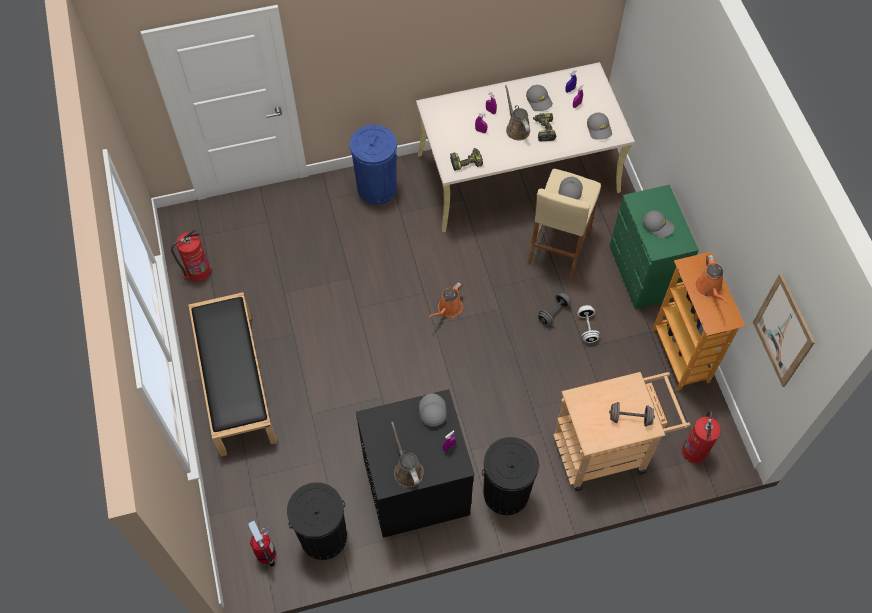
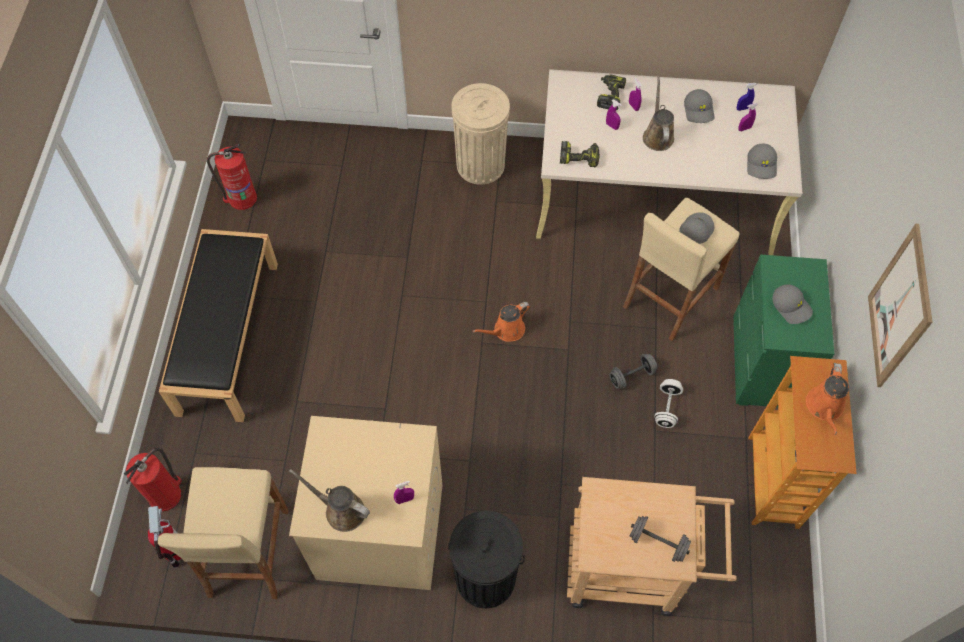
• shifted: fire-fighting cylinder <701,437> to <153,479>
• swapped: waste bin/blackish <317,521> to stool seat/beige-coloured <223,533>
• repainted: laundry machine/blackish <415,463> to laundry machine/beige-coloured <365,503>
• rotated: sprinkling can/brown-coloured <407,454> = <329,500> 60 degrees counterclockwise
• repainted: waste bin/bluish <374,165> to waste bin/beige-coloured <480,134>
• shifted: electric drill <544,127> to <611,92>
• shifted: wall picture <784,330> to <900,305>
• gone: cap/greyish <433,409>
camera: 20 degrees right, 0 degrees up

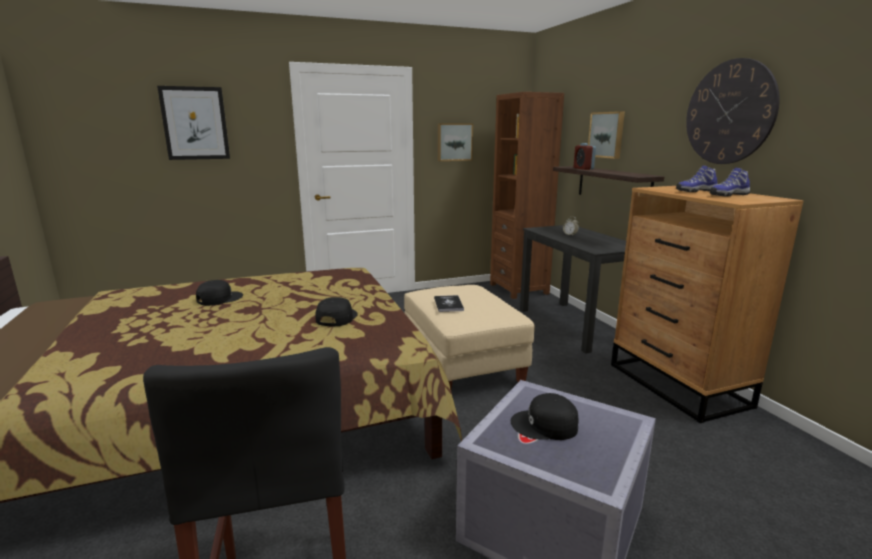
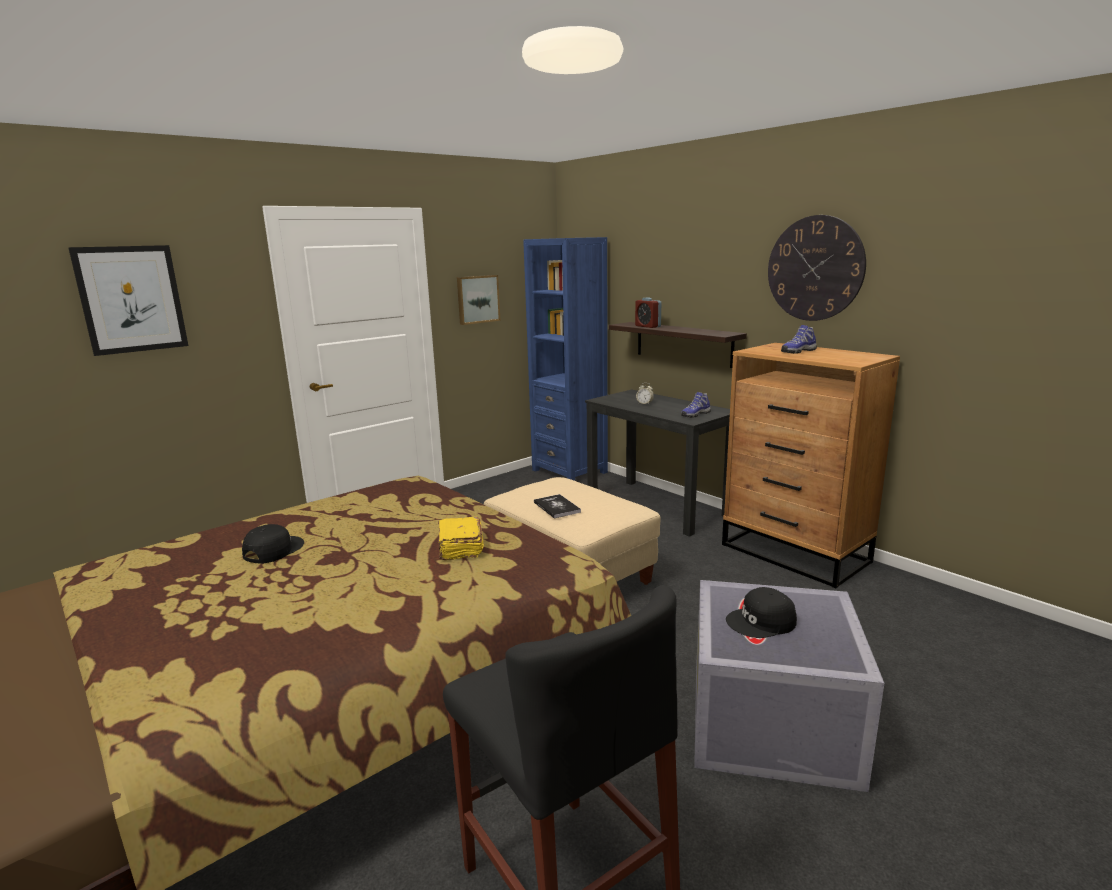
• swapped: cap/blackish <336,311> to volume/yellow <461,538>
• repainted: bookshelf/brown-coloured <527,195> to bookshelf/bluish <565,359>
• shifted: shoe <729,182> to <696,405>
• gone: wall picture <606,135>
camera: 20 degrees left, 0 degrees up

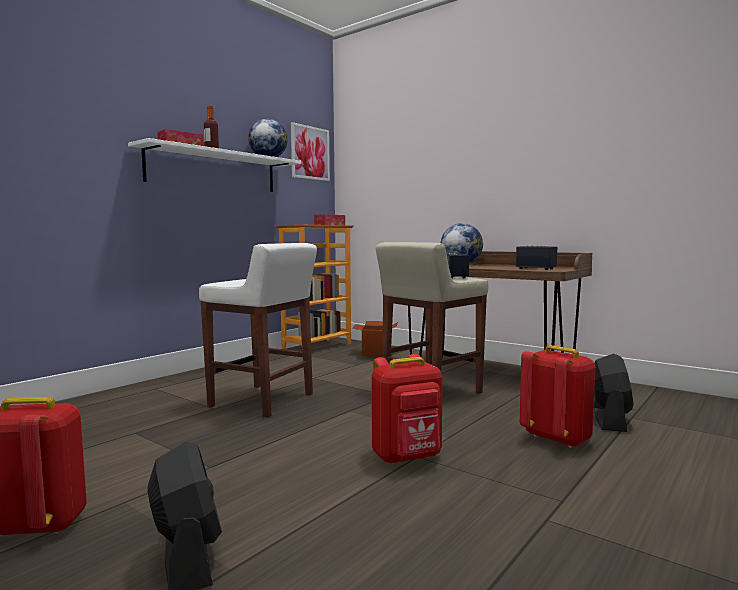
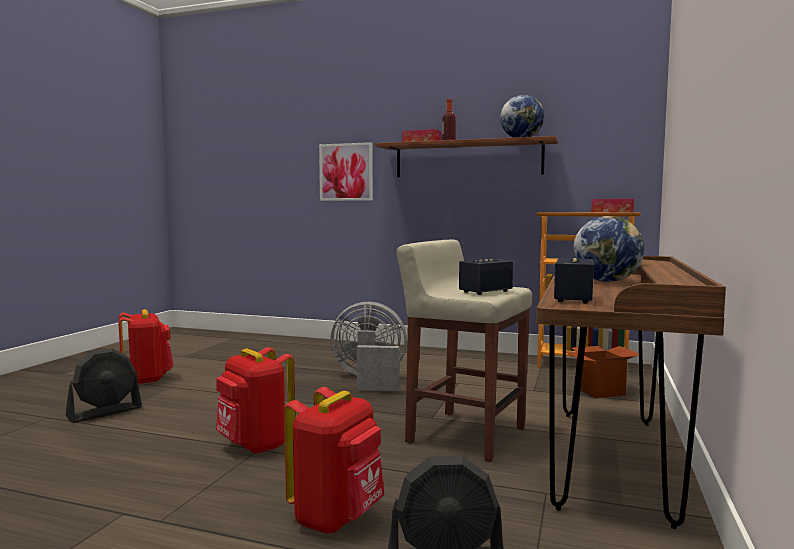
• shifted: wall picture <310,151> to <346,171>
• swapped: stool seat/white <258,330> to cooling fan/greyish <368,346>
• repainted: bracket shelf/white <214,165> to bracket shelf/brown-coloured <466,156>
camera: 70 degrees right, 0 degrees up

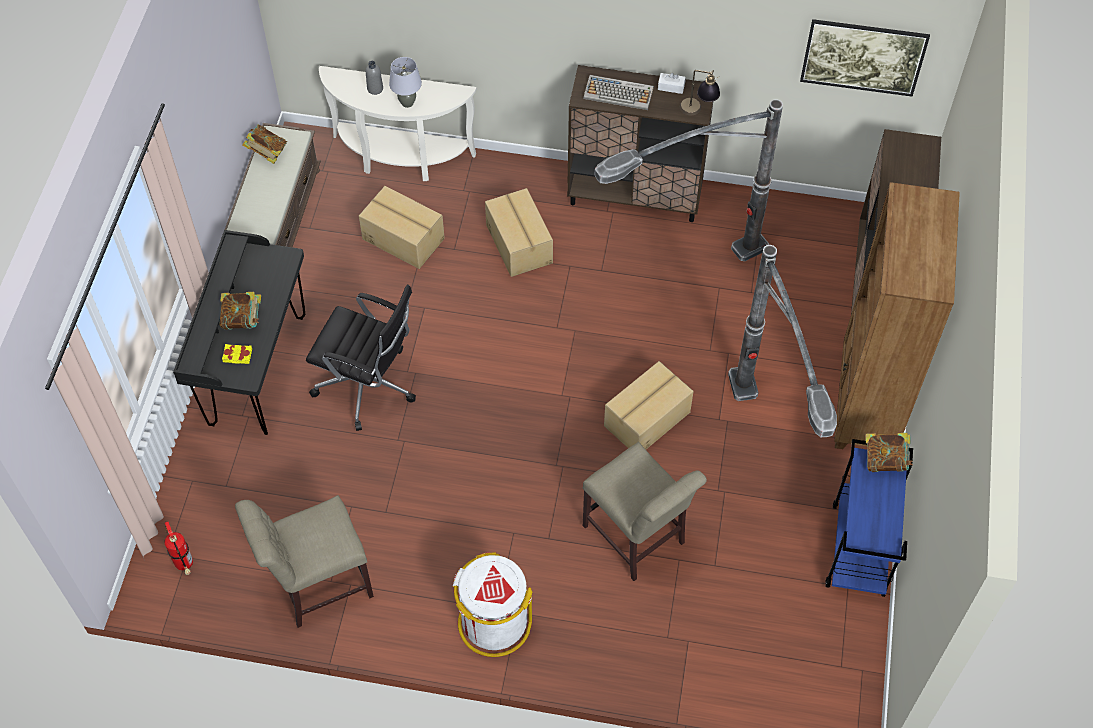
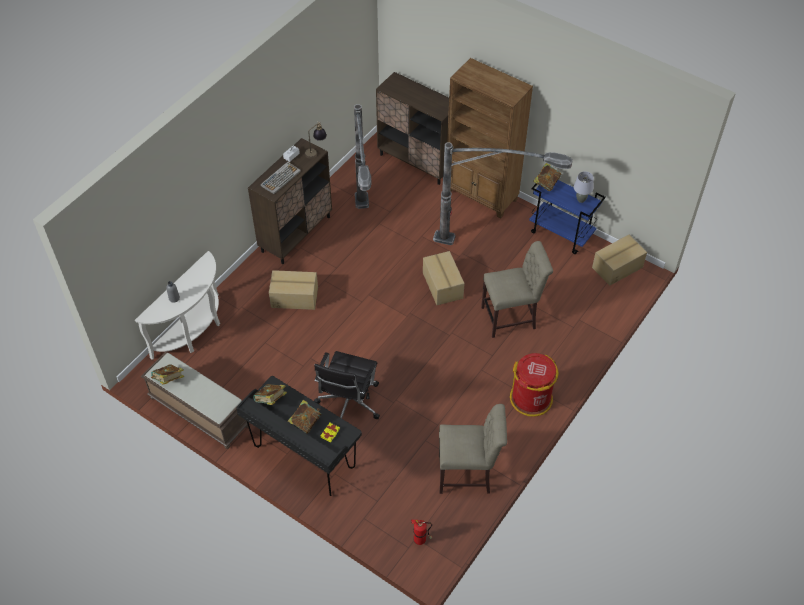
• new: volume <270,394>
• rotated: computer chair/blackish <361,358> = <347,385> 150 degrees clockwise
• rotated: chair/beige-coloured <304,561> = <473,449> 90 degrees counterclockwise
• repainted: waste bin/white <493,604> to waste bin/reddish <534,385>
• shifted: tabletop lamp/greyish <405,82> to <584,187>
• shifted: carton <402,227> to <619,260>
• gone: wall picture <865,58>
camera: 65 degrees left, 5 degrees down

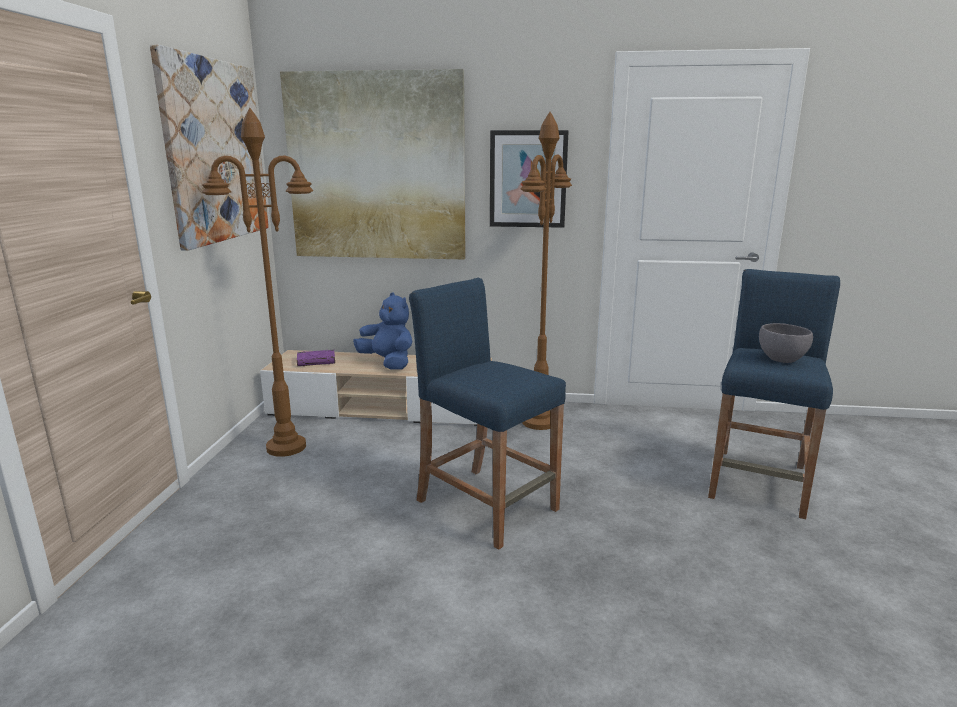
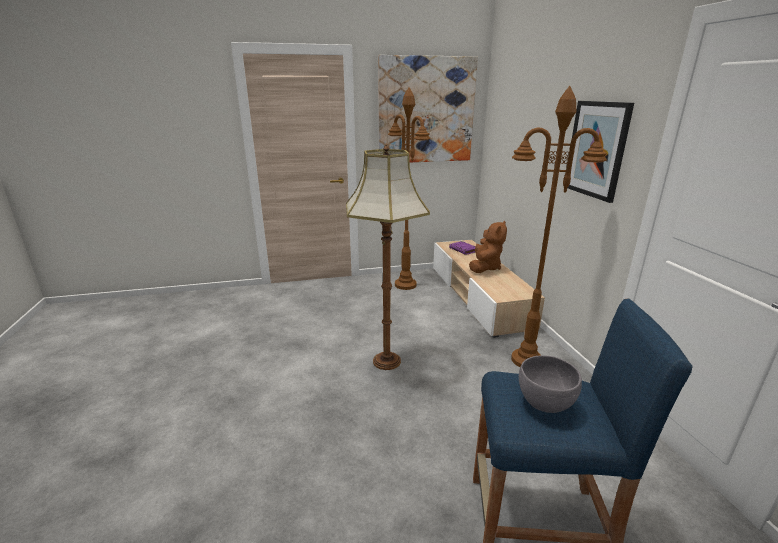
• swapped: stool seat/bluish <487,414> to floor lamp <388,256>
• repainted: soft toy/bluish <382,331> to soft toy/brown-coloured <488,247>
• gone: wall picture <372,164>
camera: 70 degrees right, 5 degrees up

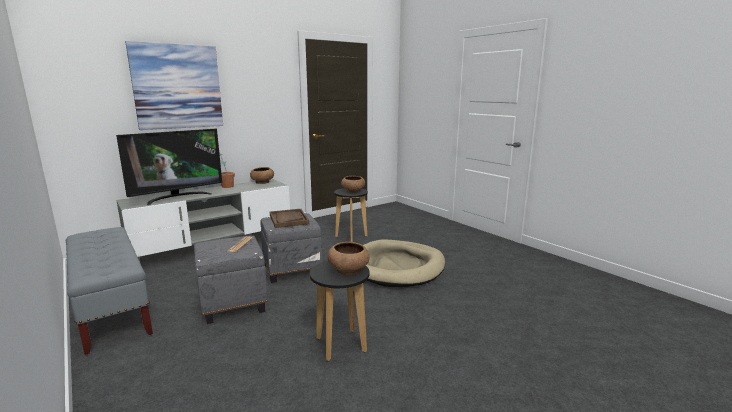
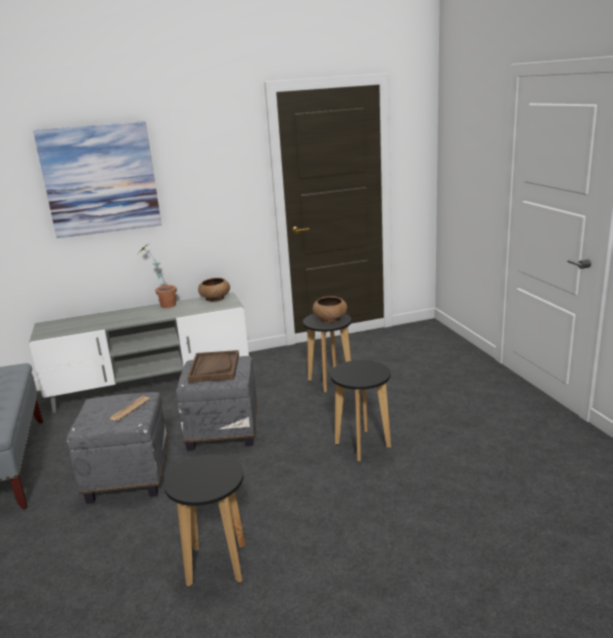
• swapped: dog bed/beige-coloured <404,263> to stool seat/blackish <360,410>
• gone: TV <169,167>
• gone: deep dish/brown-coloured <348,258>
camera: 20 degrees right, 5 degrees up

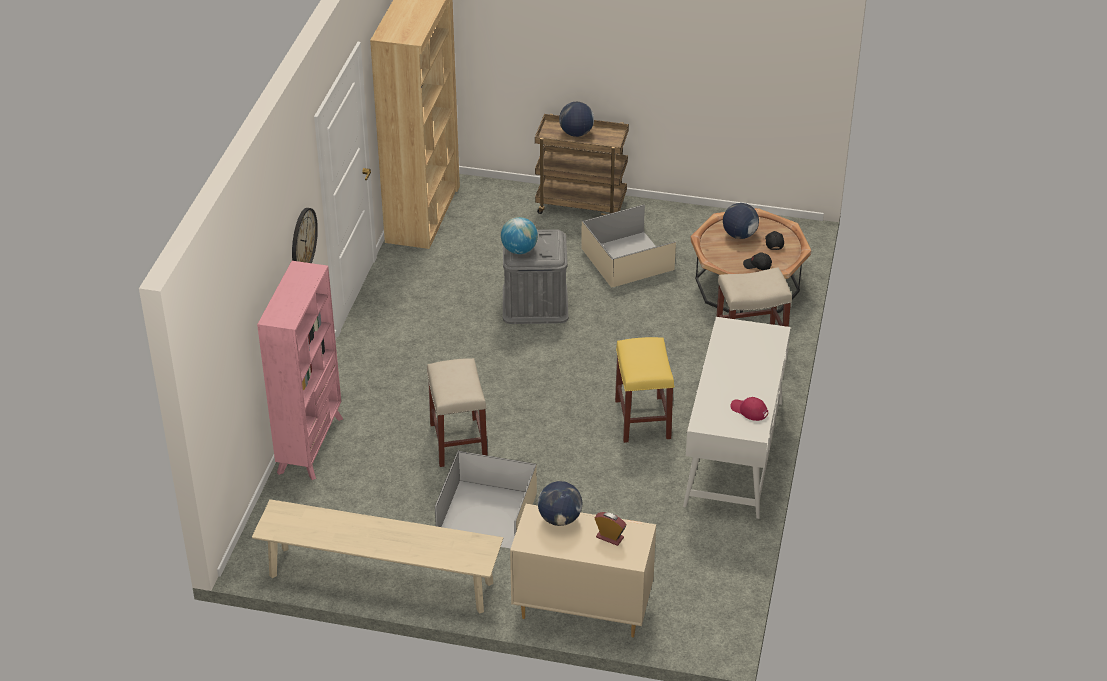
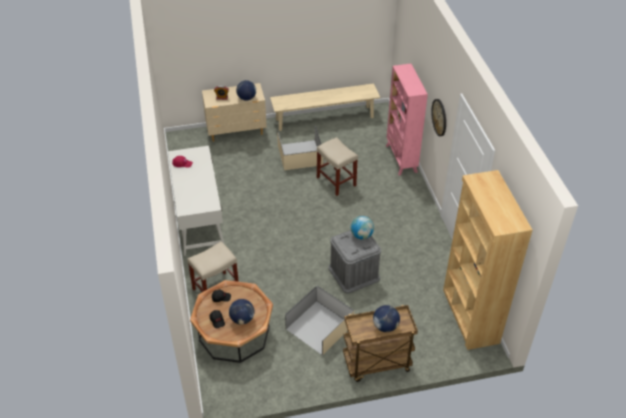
• gone: stool seat/yellow <645,390>
camera: 155 degrees right, 5 degrees up

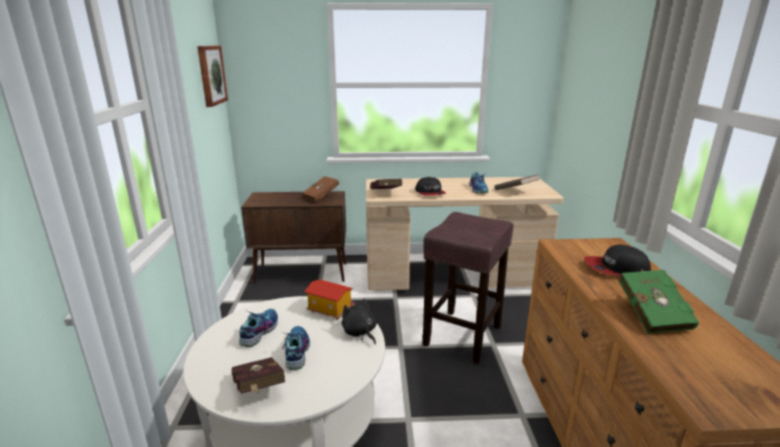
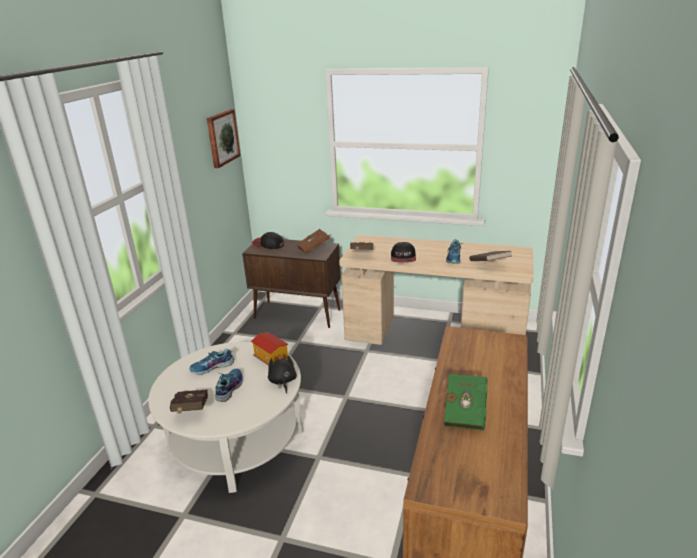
• rotated: shoe <258,328> = <211,361> 150 degrees counterclockwise
• shifted: cap <617,260> to <268,240>
• gone: stool seat/brown-coloured <468,288>
camera: 20 degrees right, 5 degrees up

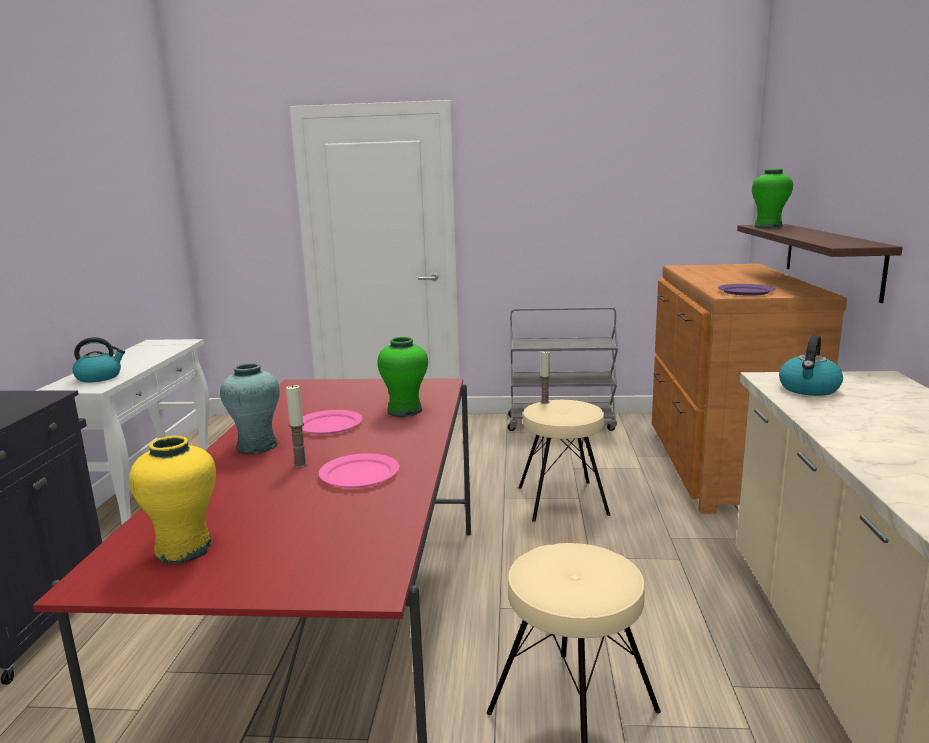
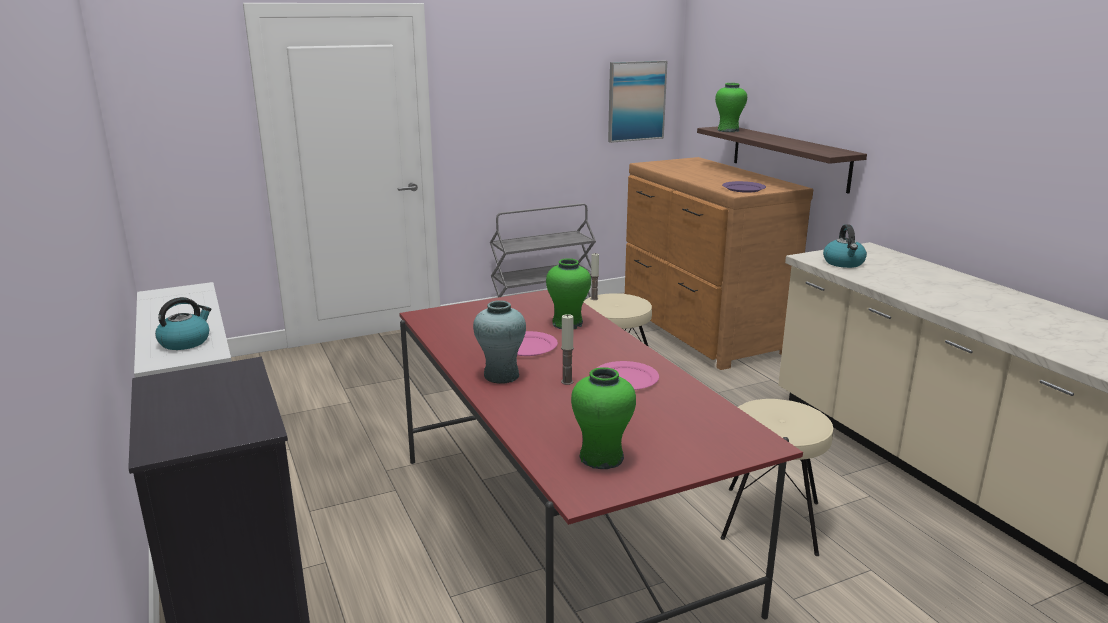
• repainted: vase/yellow <172,500> to vase/greenish <603,418>
• new: wall picture <637,101>
camera: 30 degrees left, 5 degrees up

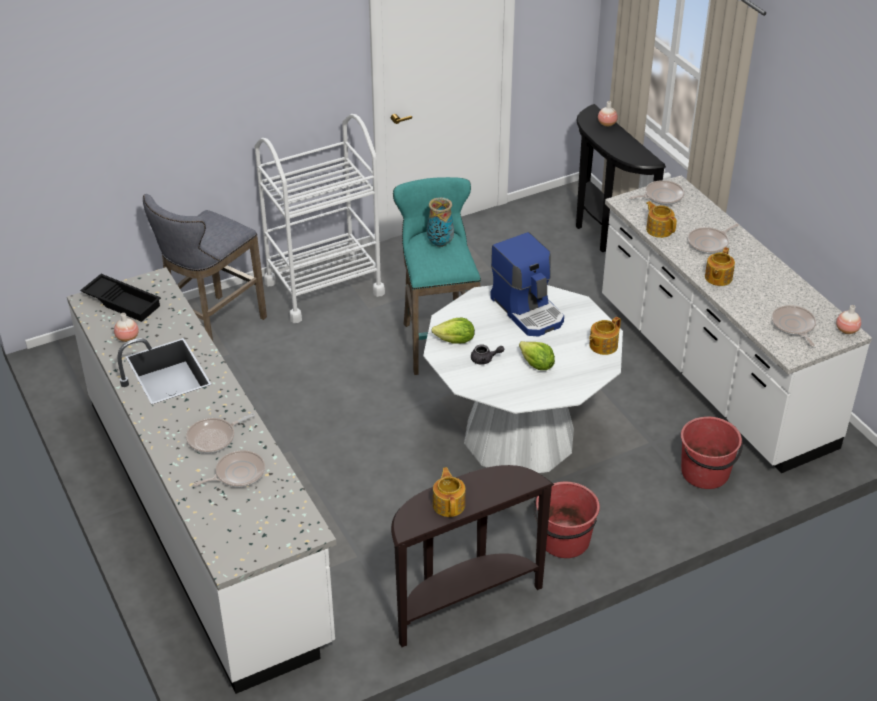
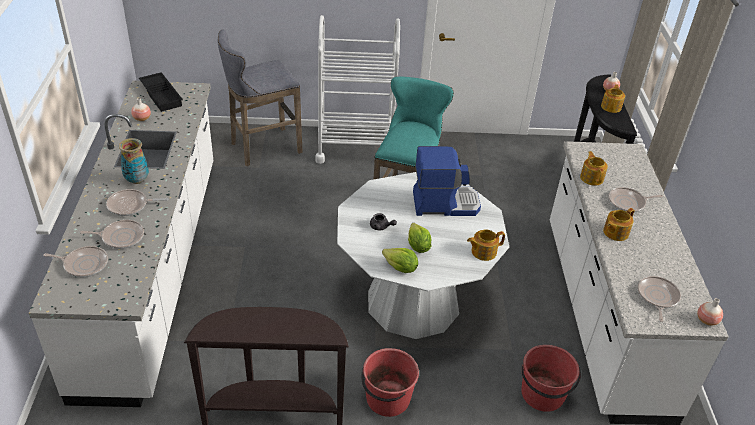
• shifted: pan <656,192> to <75,262>
• shifted: vase <440,222> to <134,161>
• shifted: lettuce <453,331> to <400,260>
• rotated: coffee machine <527,284> = <447,181> 90 degrees counterclockwise
• shifted: pot for tea <449,492> to <613,98>
camera: 25 degrees right, 0 degrees up

